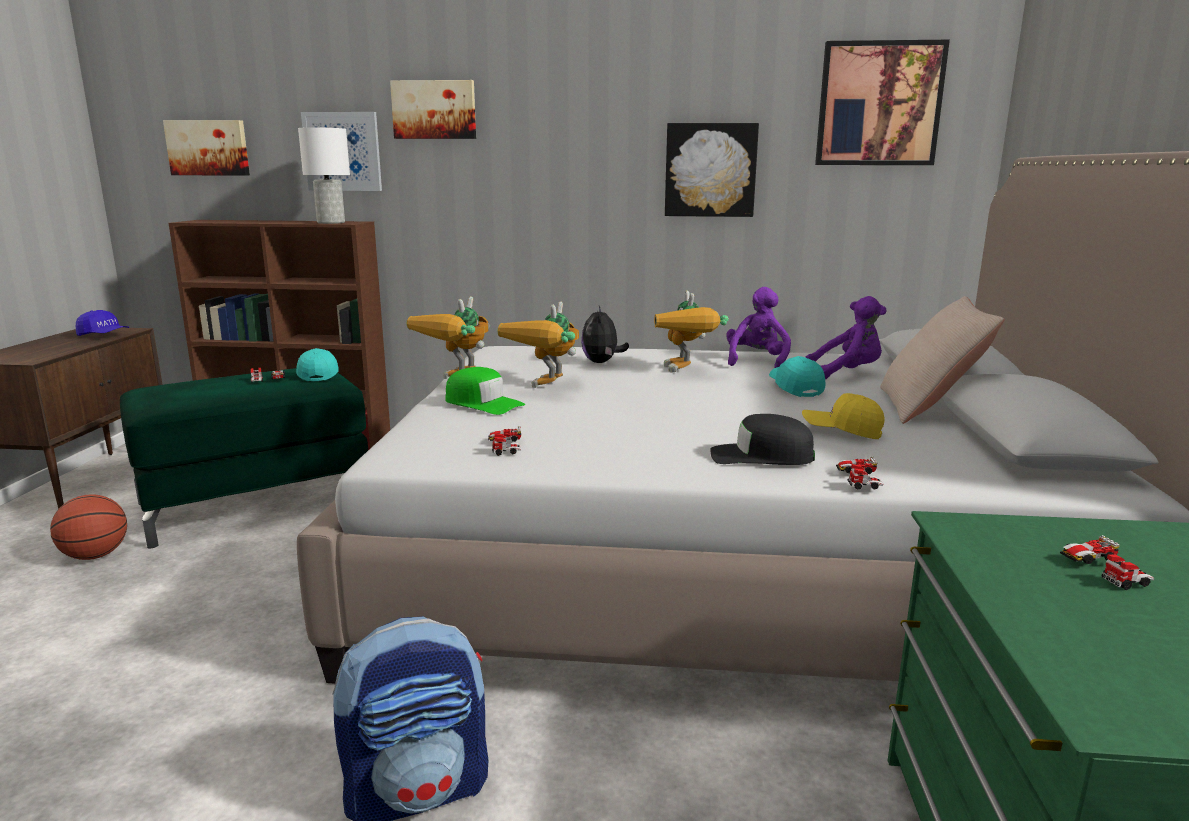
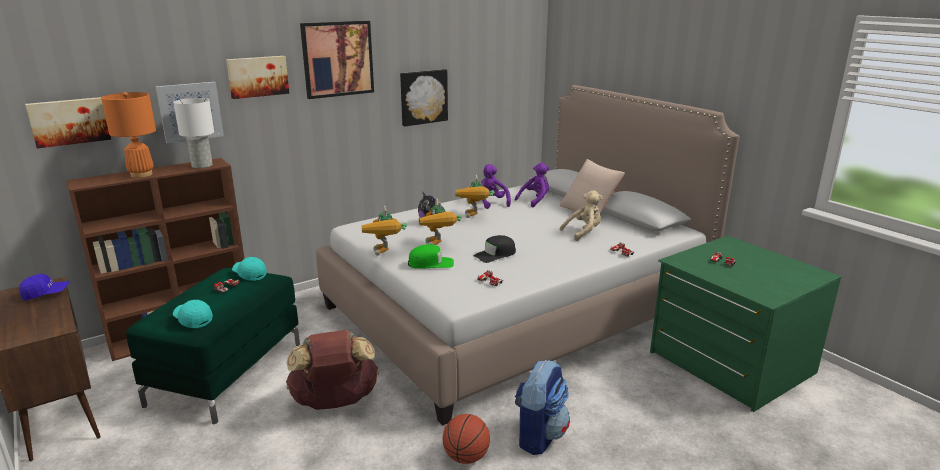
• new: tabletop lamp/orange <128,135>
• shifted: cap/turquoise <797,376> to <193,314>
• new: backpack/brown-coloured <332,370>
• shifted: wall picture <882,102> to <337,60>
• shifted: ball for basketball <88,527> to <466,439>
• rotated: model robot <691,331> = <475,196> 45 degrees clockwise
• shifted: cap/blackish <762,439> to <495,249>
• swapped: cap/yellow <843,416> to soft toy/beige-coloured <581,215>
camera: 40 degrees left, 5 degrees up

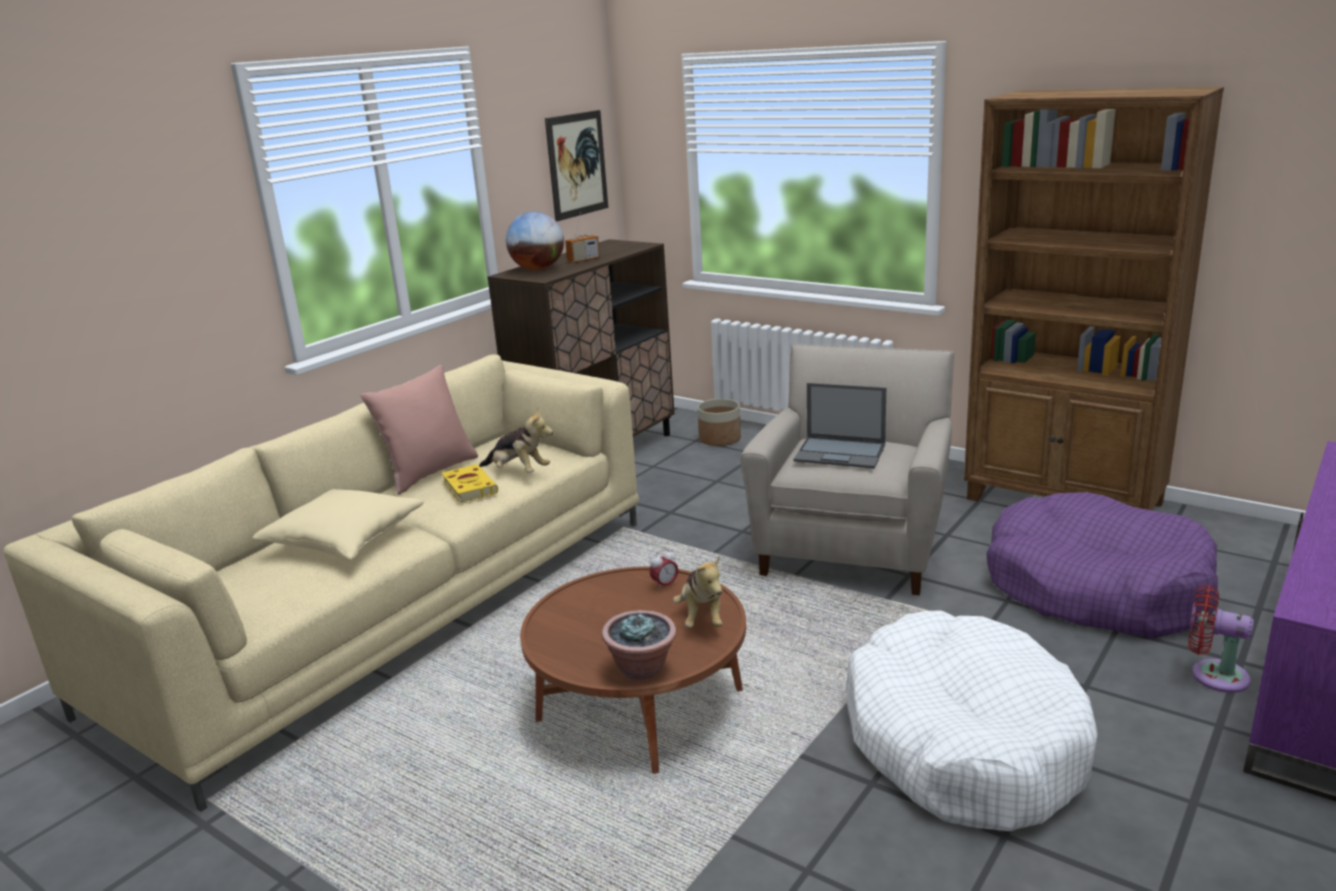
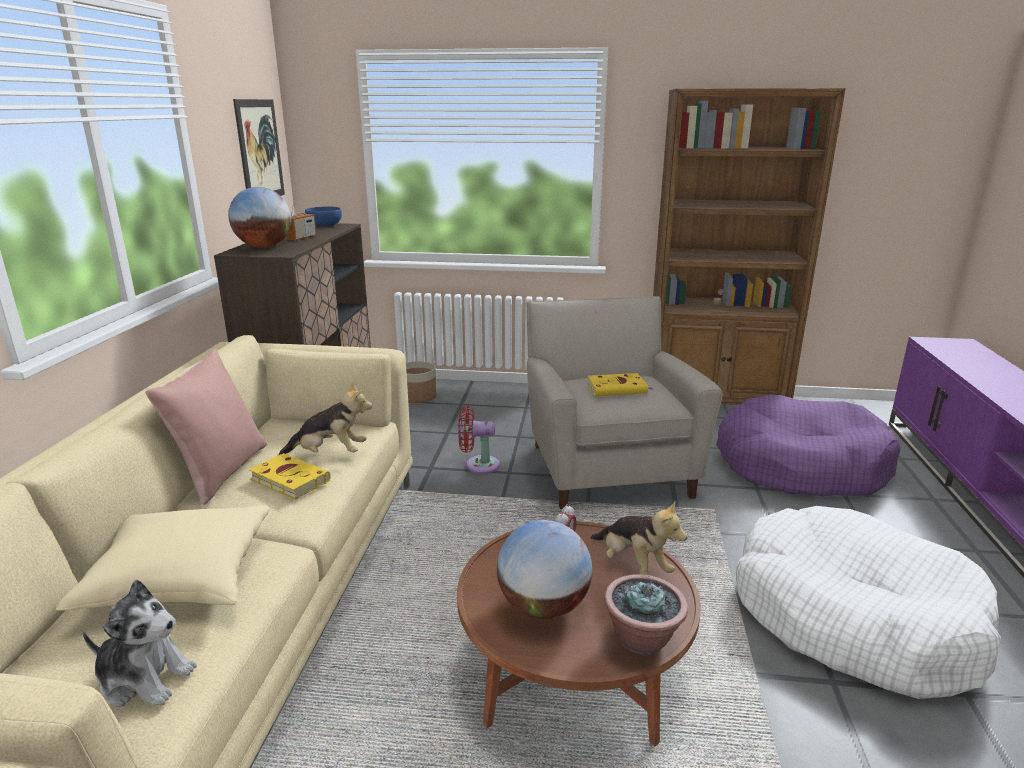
• new: soft toy <140,643>
• new: deep dish/bluish <323,216>
• shifted: cooling fan/reddish <1221,639> to <479,440>
• new: desk globe <544,569>
• swapped: laptop <839,426> to volume/yellow <620,384>
camera: 30 degrees left, 0 degrees up

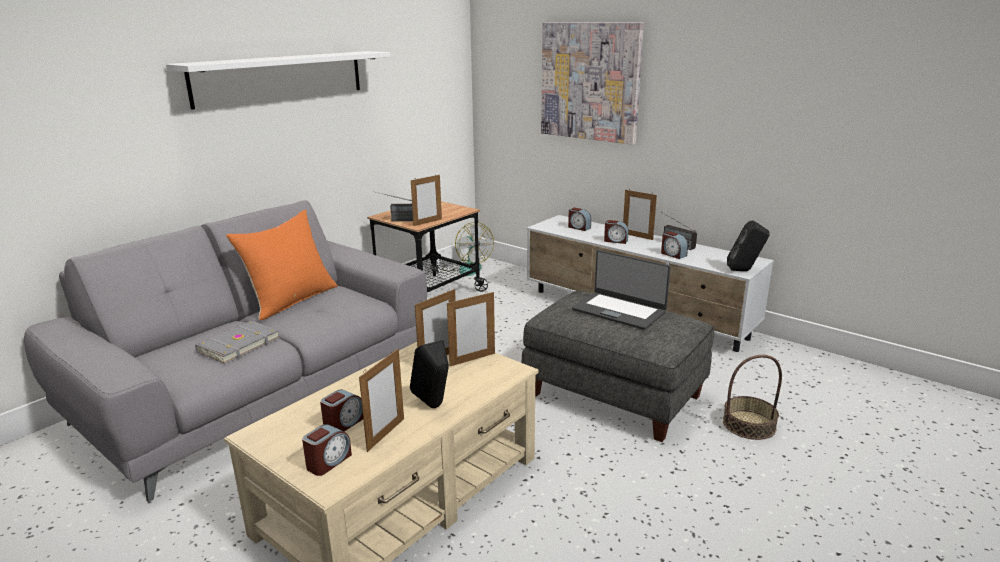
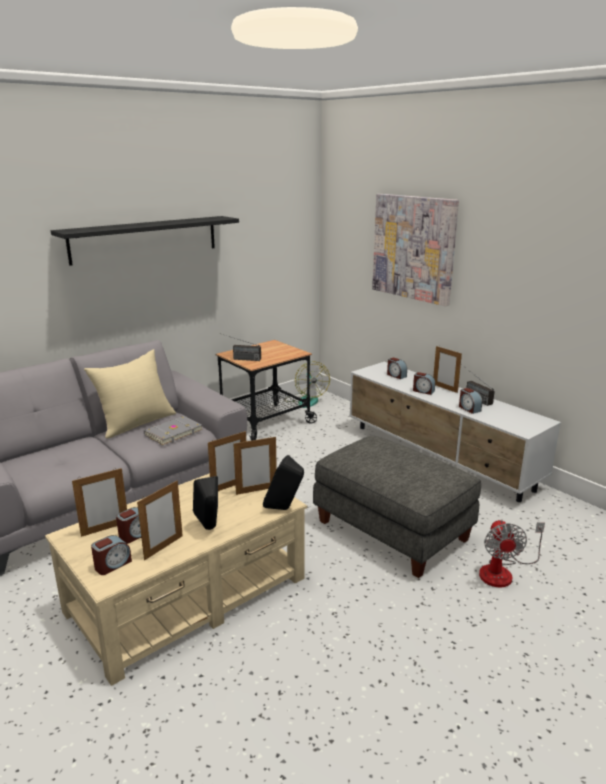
• repainted: bracket shelf/white <278,80> to bracket shelf/blackish <145,241>
• shifted: photo frame <426,200> to <99,502>
• repainted: throw pillow/orange <282,264> to throw pillow/beige-coloured <130,393>
• shifted: volume/greyish <237,342> to <173,431>
• shifted: speaker/blackish <748,245> to <283,482>
• swapped: storage basket <752,397> to cooling fan <512,553>
• gone: laptop <621,290>
camera: 10 degrees right, 0 degrees up

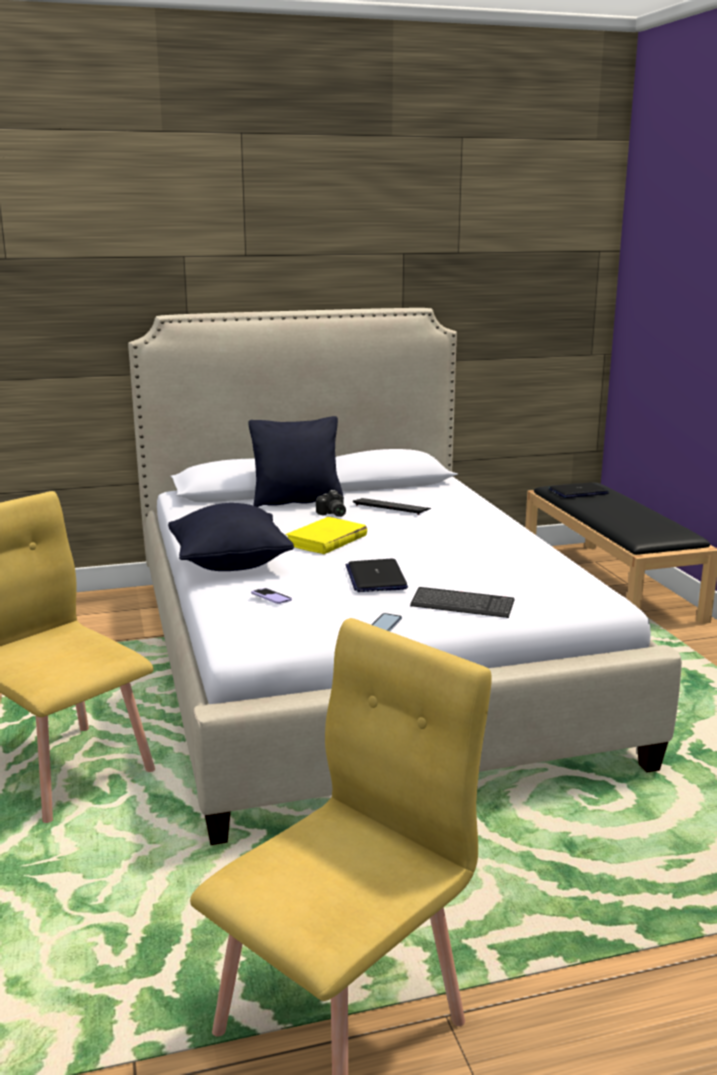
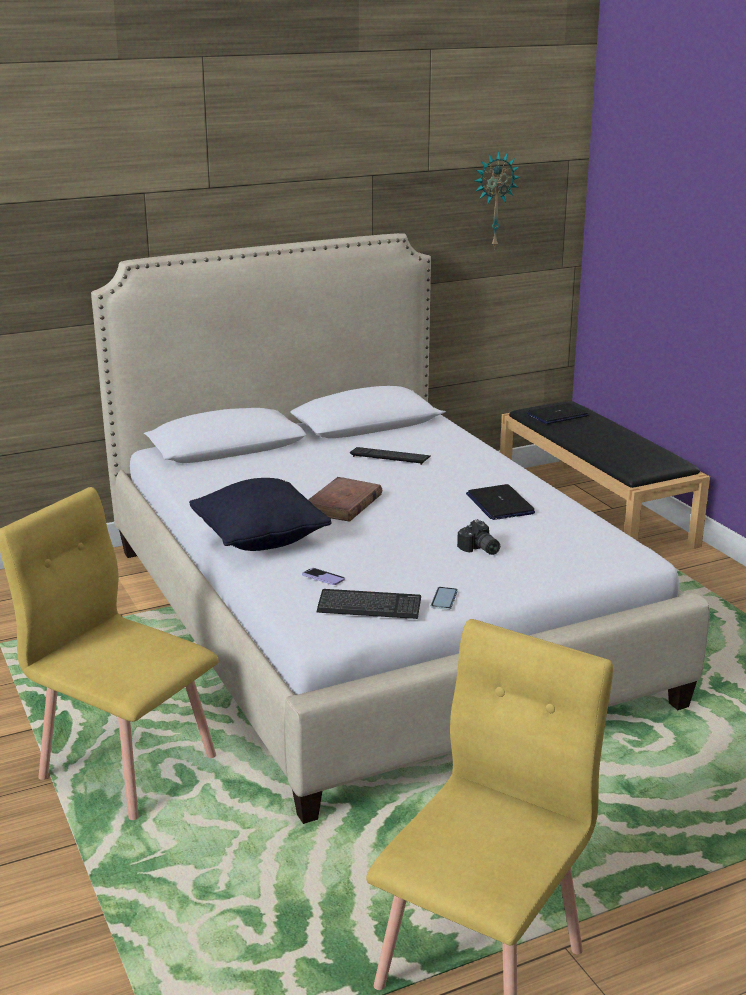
• repainted: volume/yellow <326,535> to volume/brown-coloured <345,499>
• shifted: computer keyboard <462,602> to <369,604>
• shifted: photo camera <331,503> to <478,537>
• shifted: laptop <377,575> to <500,502>
• new: wall clock <497,200>
• gone: throw pillow/blackish <296,461>
camera: 10 degrees left, 5 degrees up

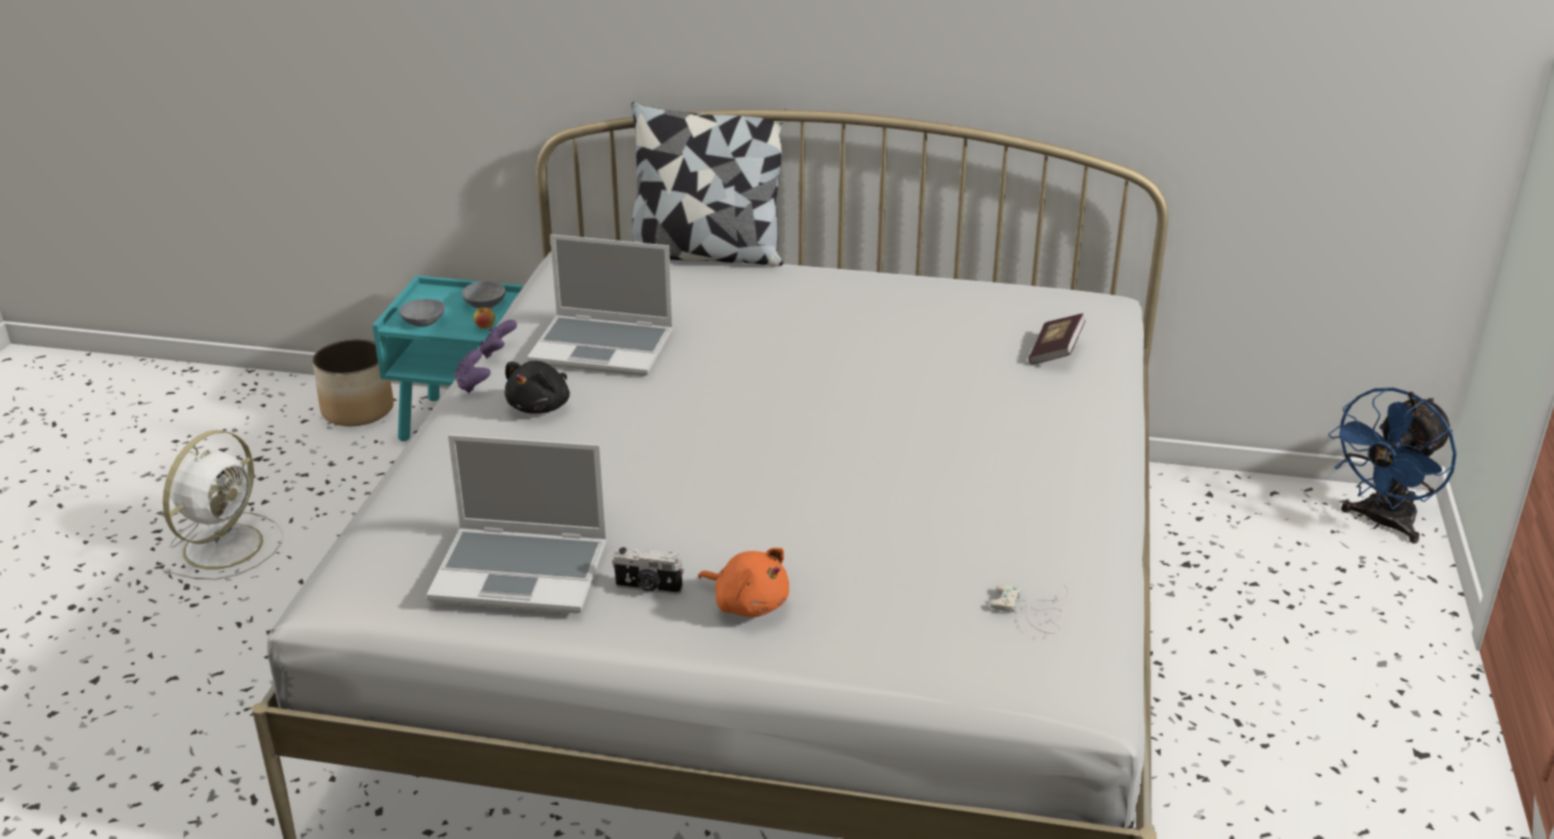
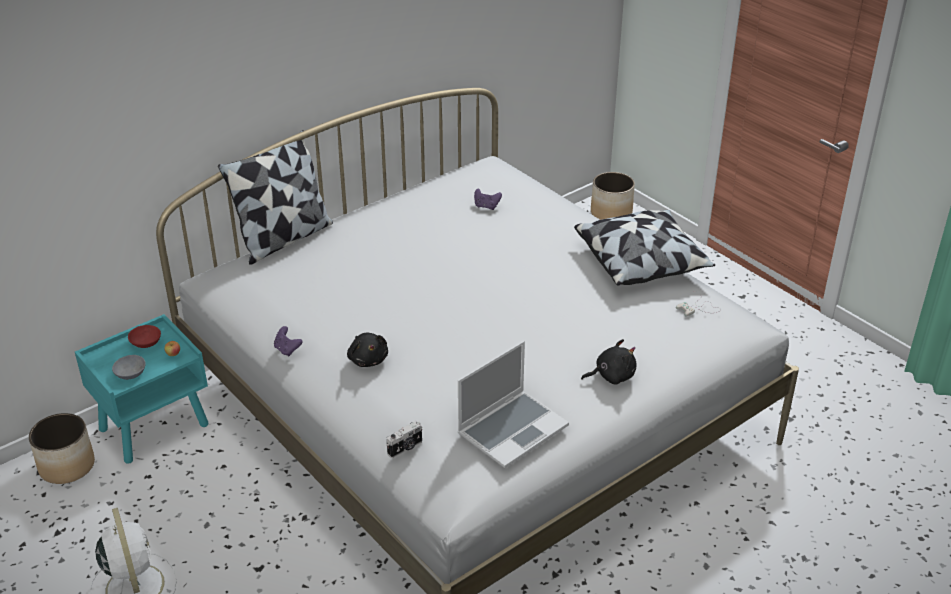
• repainted: deep dish/greyish <484,294> to deep dish/reddish <144,336>
• shifted: photo camera <648,571> to <404,439>
• shifted: gamepad/purplish <472,371> to <488,199>
• new: throw pillow <644,248>
• repainted: soft toy/orange <743,582> to soft toy/blackish <608,362>
• swapped: cooling fan/bluish <1392,465> to flower pot <613,196>
• gone: laptop <600,305>
• gone: volume <1057,339>
camera: 50 degrees left, 5 degrees up

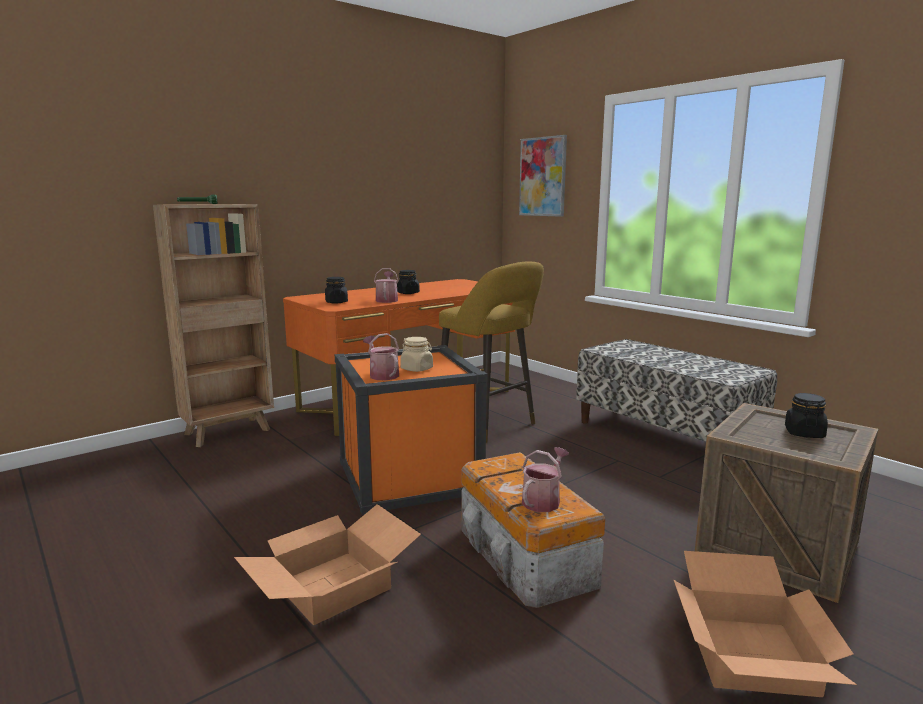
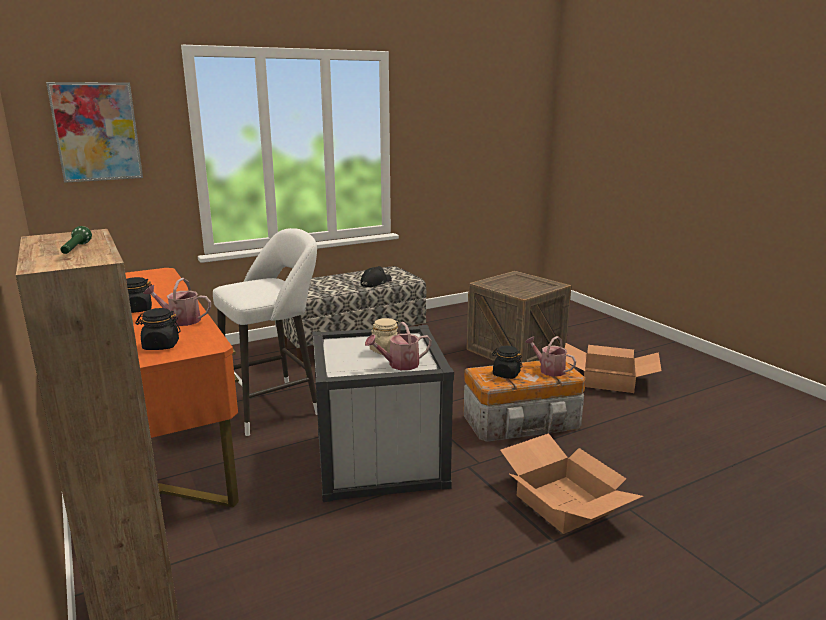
• repainted: stool seat/yellow <491,352> to stool seat/white <265,332>
• repainted: storage bin/orange <411,430> to storage bin/white <383,413>
• new: cap/blackish <376,276>
• shifted: jar/blackish <806,415> to <507,362>
camera: 80 degrees left, 5 degrees up

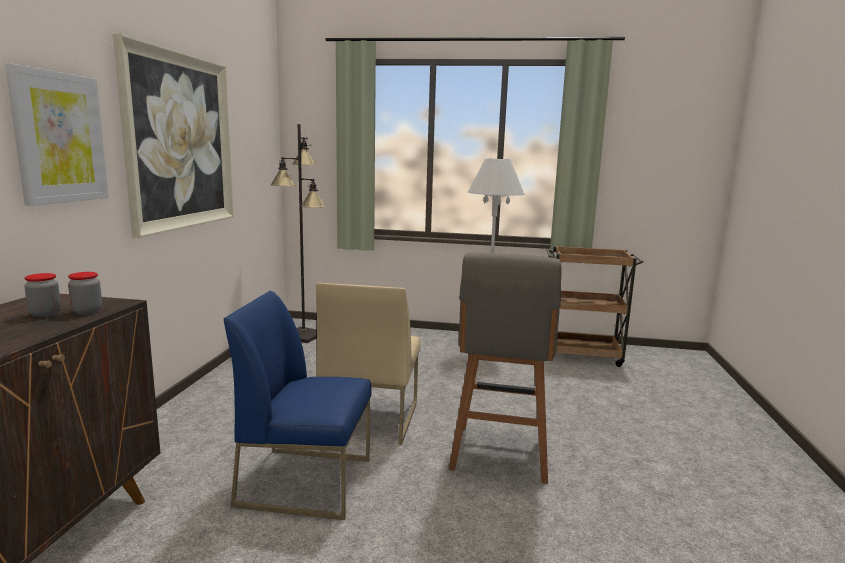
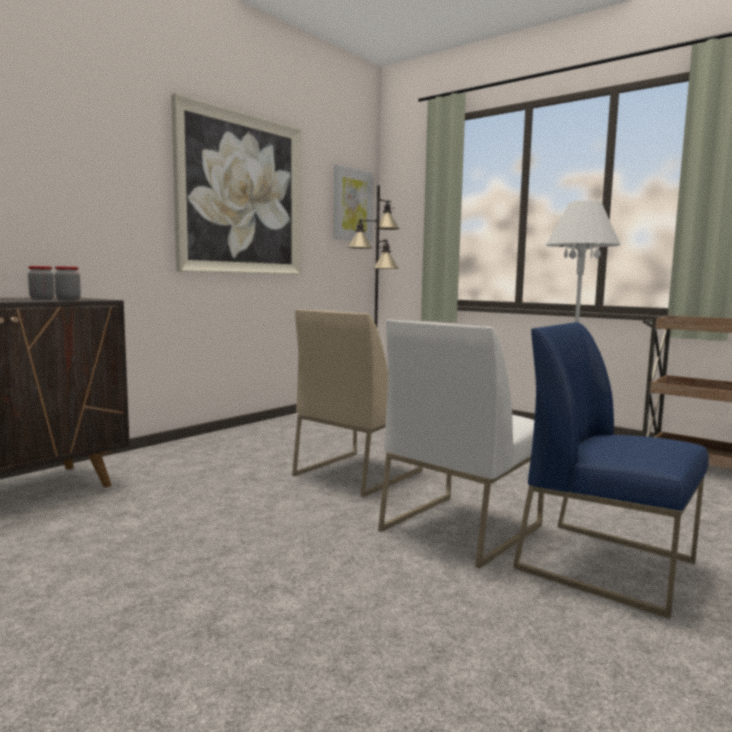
• shifted: wall picture <57,134> to <353,203>
• swapped: stool seat/greyish <505,368> to chair/white <461,444>
• shifted: chair/bluish <297,405> to <611,470>
camera: 30 degrees right, 5 degrees down

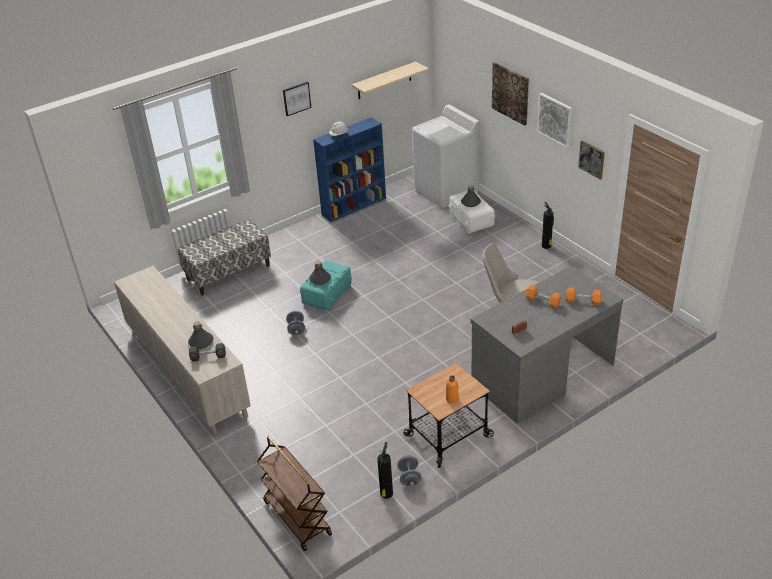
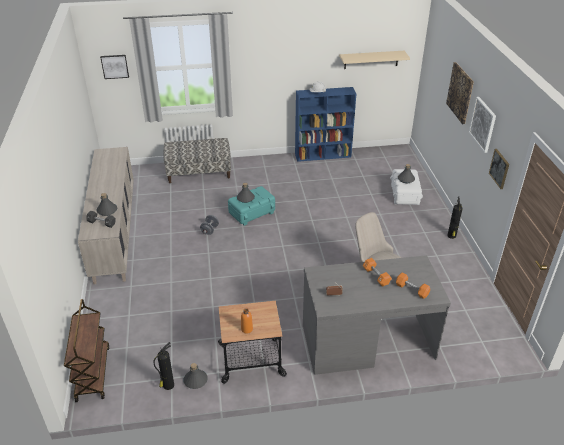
• shifted: wall picture <297,99> to <114,67>
• swapped: hand weight/greyish <409,471> to beverage bottle/greyish <196,376>
• gone: laundry machine/white <446,156>
camera: 25 degrees right, 0 degrees up

